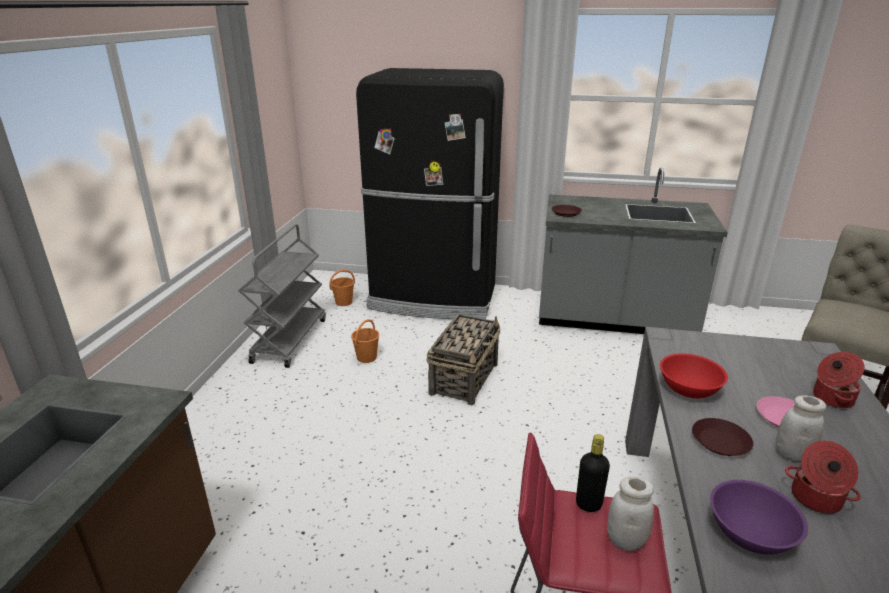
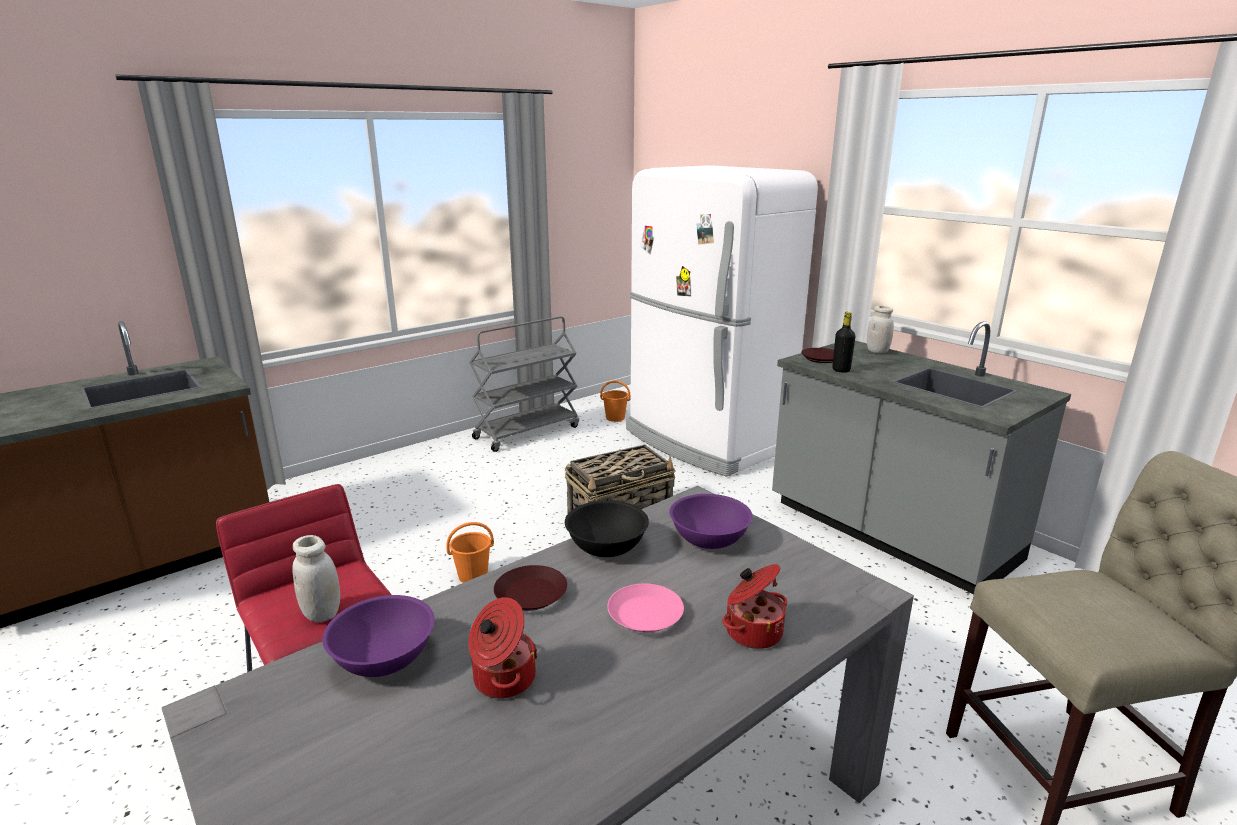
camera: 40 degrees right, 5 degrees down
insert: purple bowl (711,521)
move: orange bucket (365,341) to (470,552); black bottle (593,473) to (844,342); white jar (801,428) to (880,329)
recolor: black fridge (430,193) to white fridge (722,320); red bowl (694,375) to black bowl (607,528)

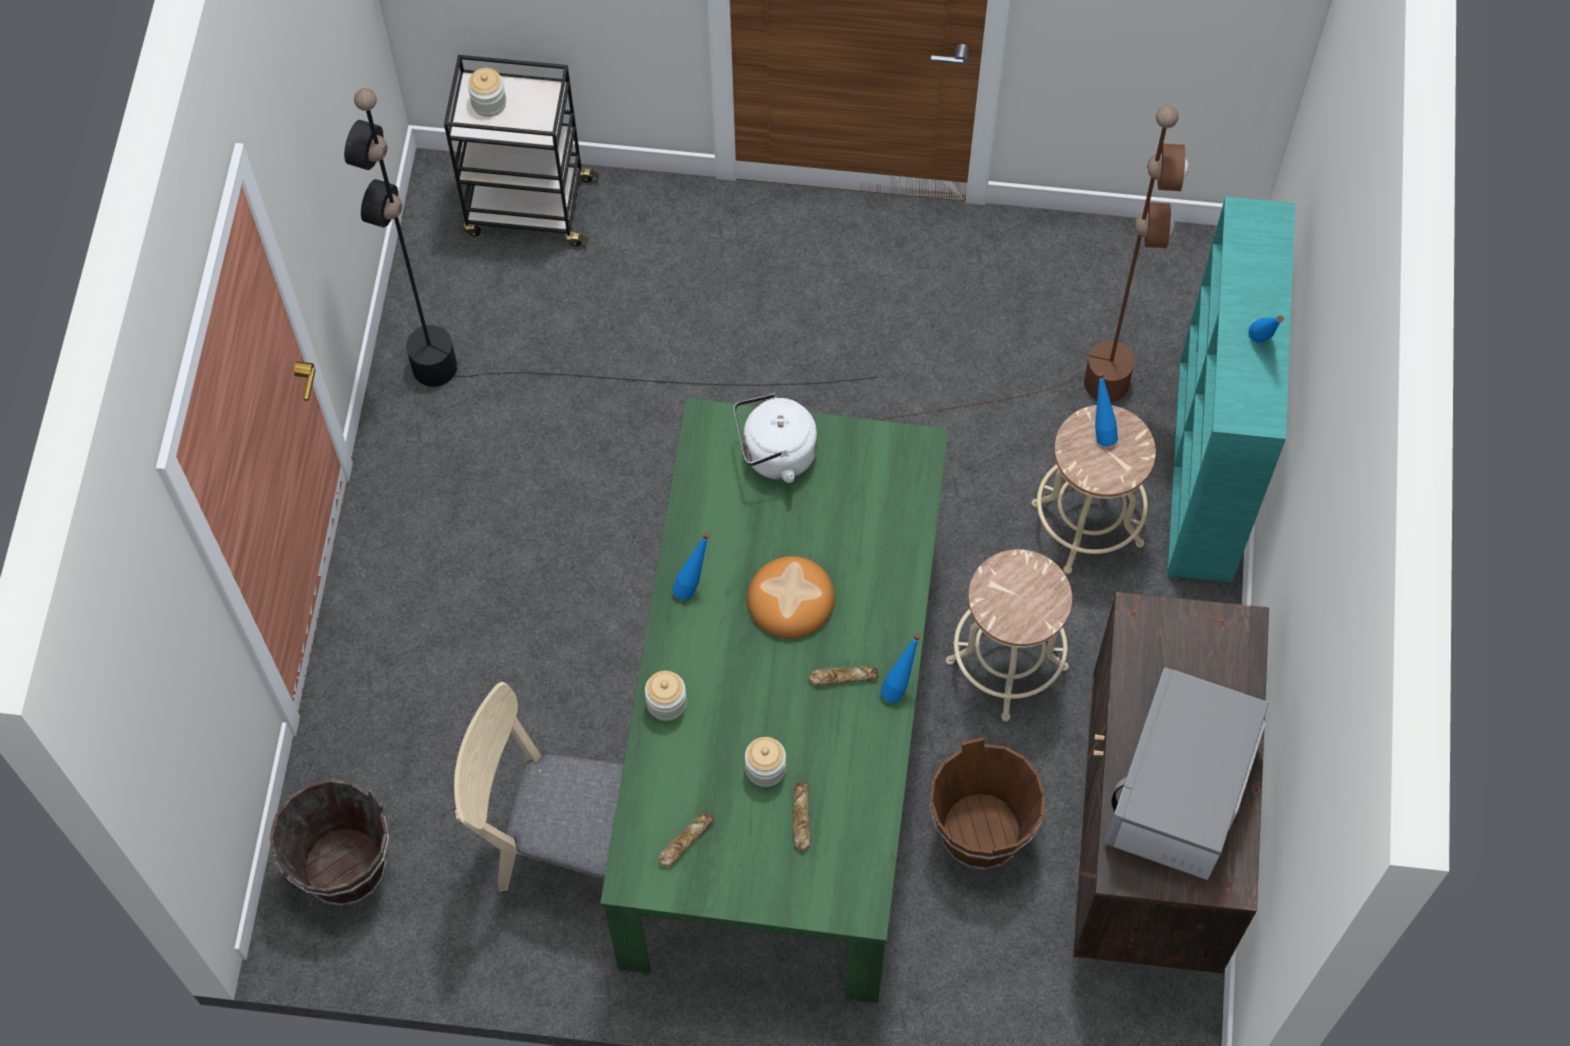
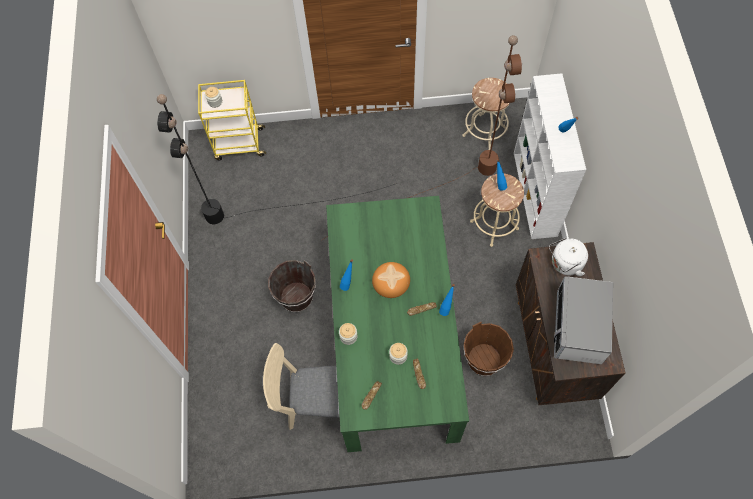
camera: 10 degrees left, 0 degrees up
move: brown bucket (329,842) to (292,286); white kettle (775,438) to (568,257); beige stool (1009,635) to (486,114)
recolor: black cart (521,150) to yellow cart (232,120); turquoise bookcase (1231,389) to white bookcase (550,156)

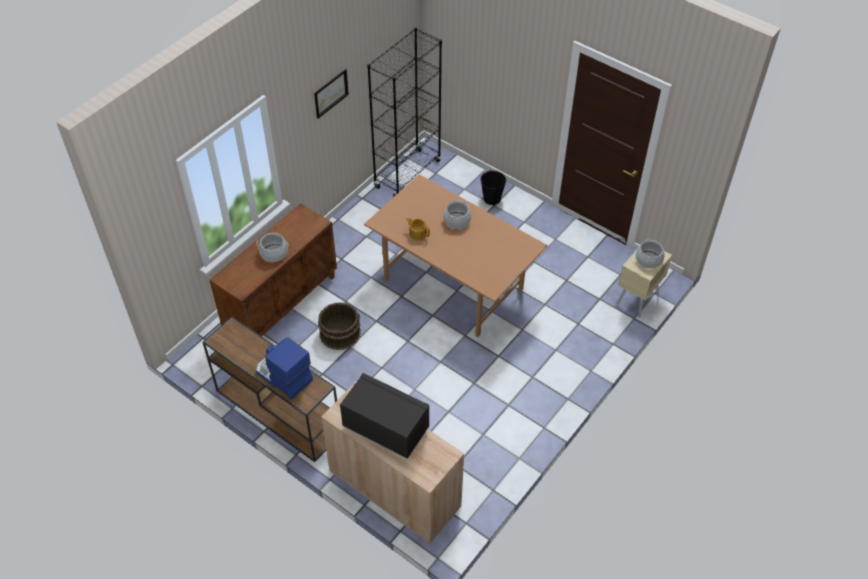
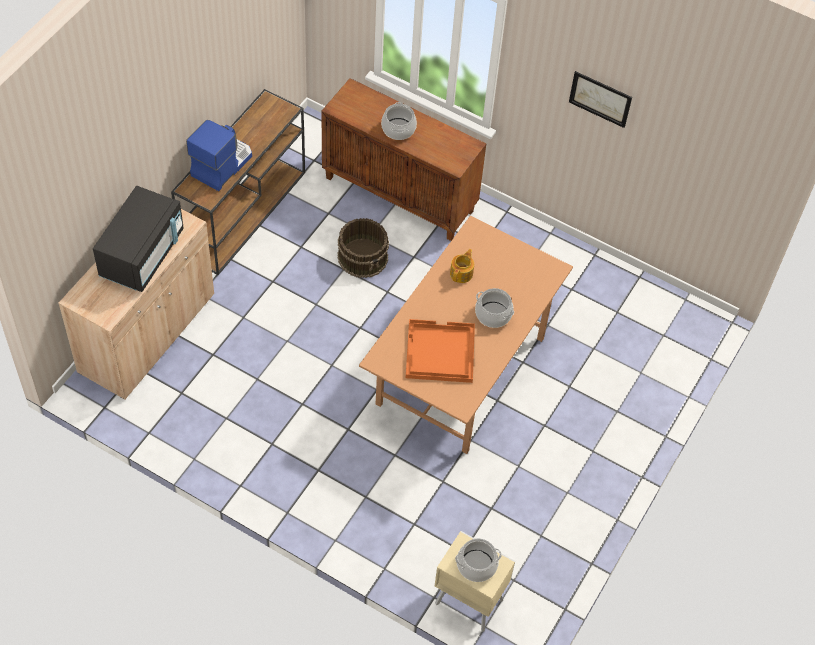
camera: 80 degrees right, 5 degrees up
delete: black bookcase (404,112); black bucket (493,187)
insert: orange tray (440,351)

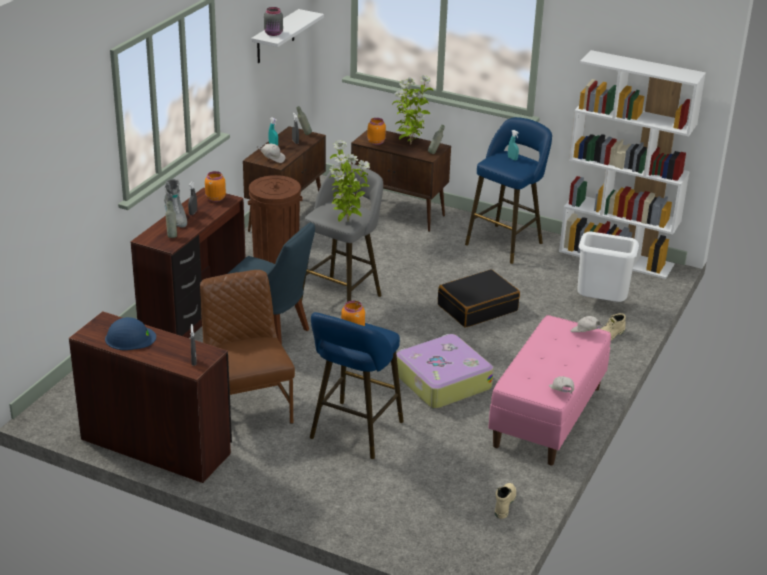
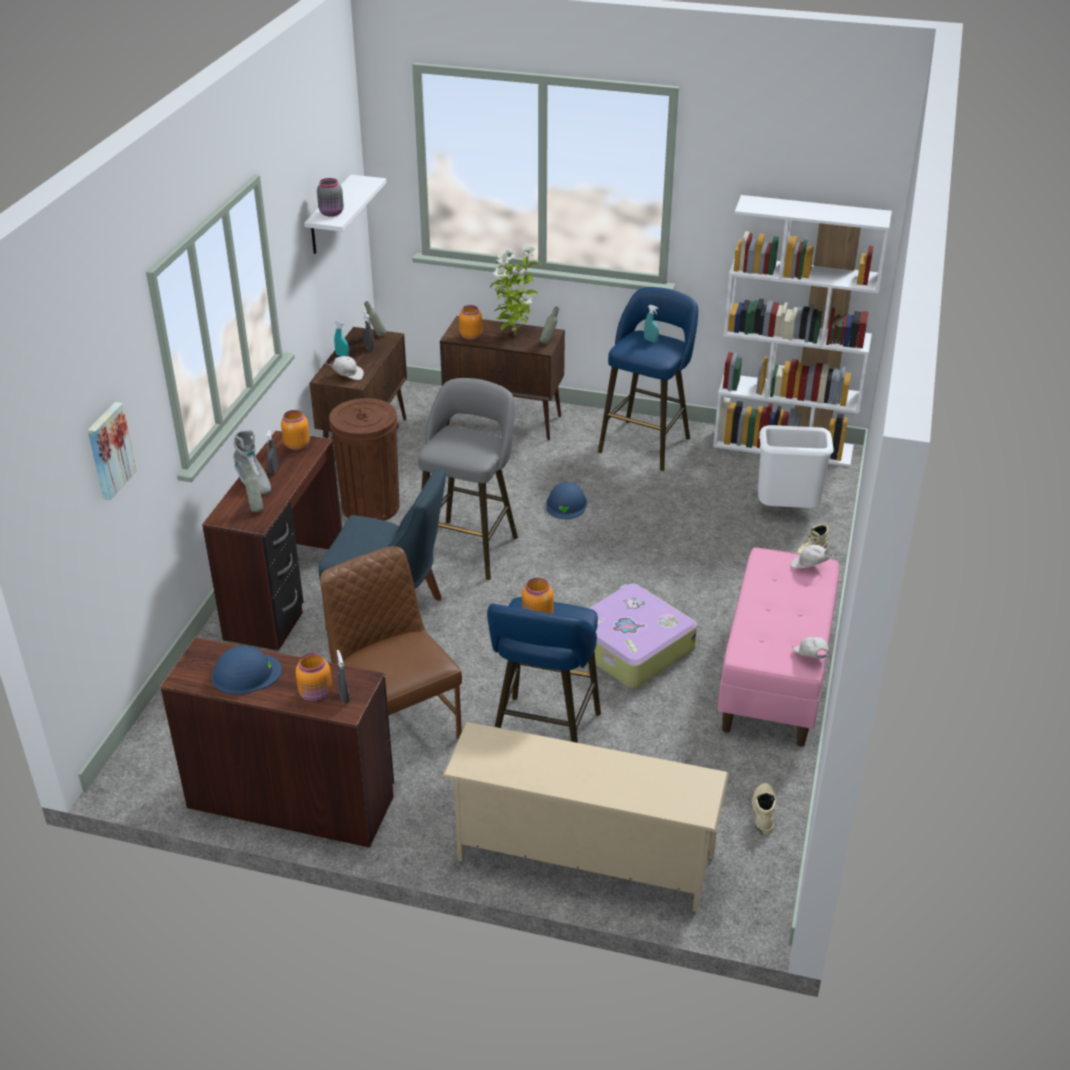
camera: 10 degrees left, 5 degrees up
delete: potted plant (349,181); black suitcase (479,298)
insert: picture (112,451); orange jar (314,677); beige shoe rack (585,817); blue hard hat (566,500)

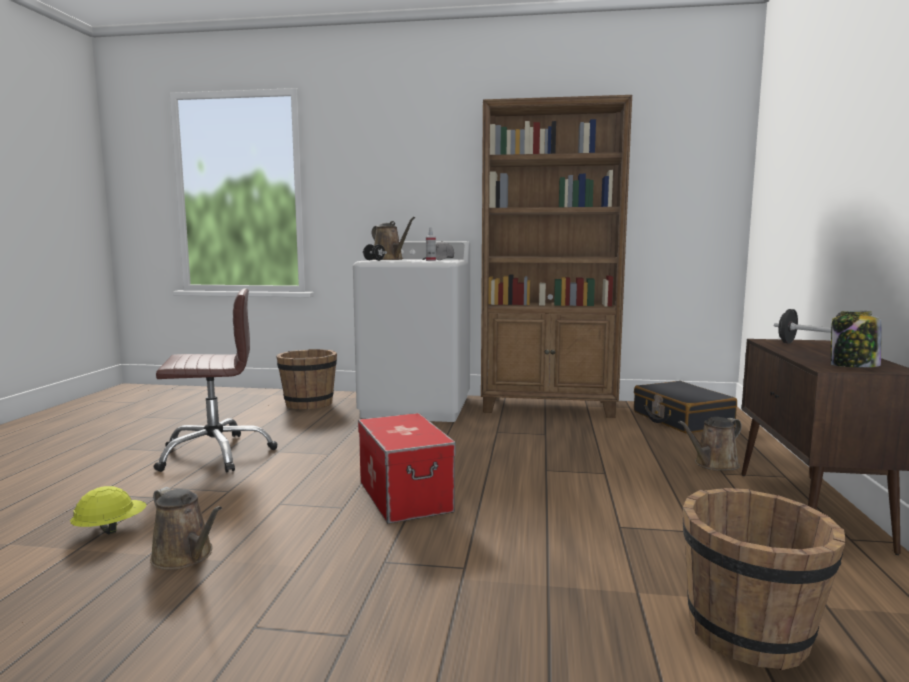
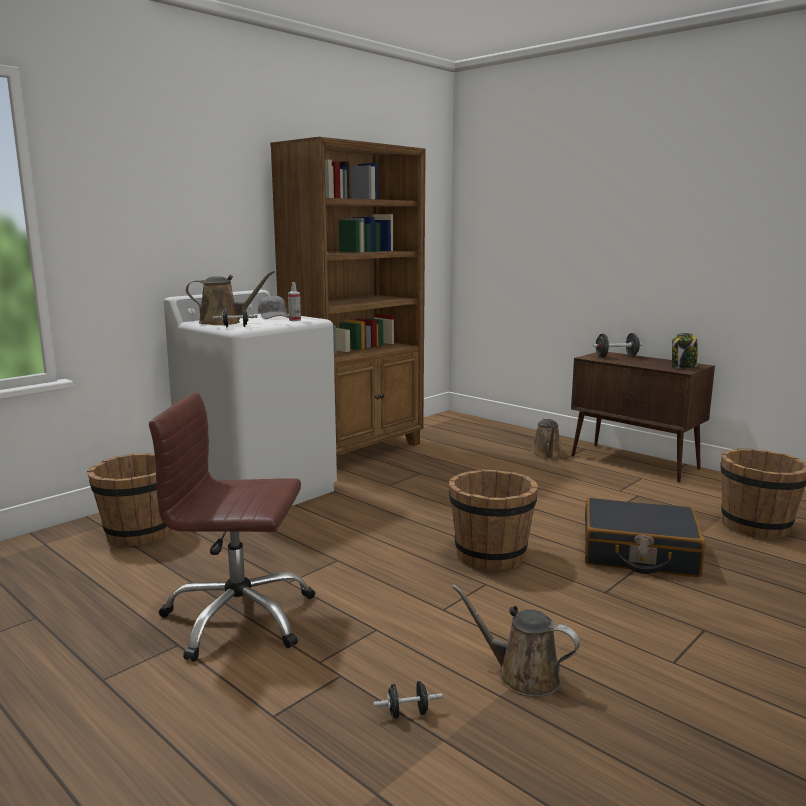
camera: 55 degrees left, 5 degrees up
move: black suitcase (685,407) to (645,537)
replace: yellow hard hat (108,510) to black dumbbell (408,700); storage box (407,468) to brown bucket (493,520)
rotate: brown watering can (186,528) = (516,640) 135 degrees counterclockwise; brown office chair (216,380) = (232,527) 105 degrees counterclockwise

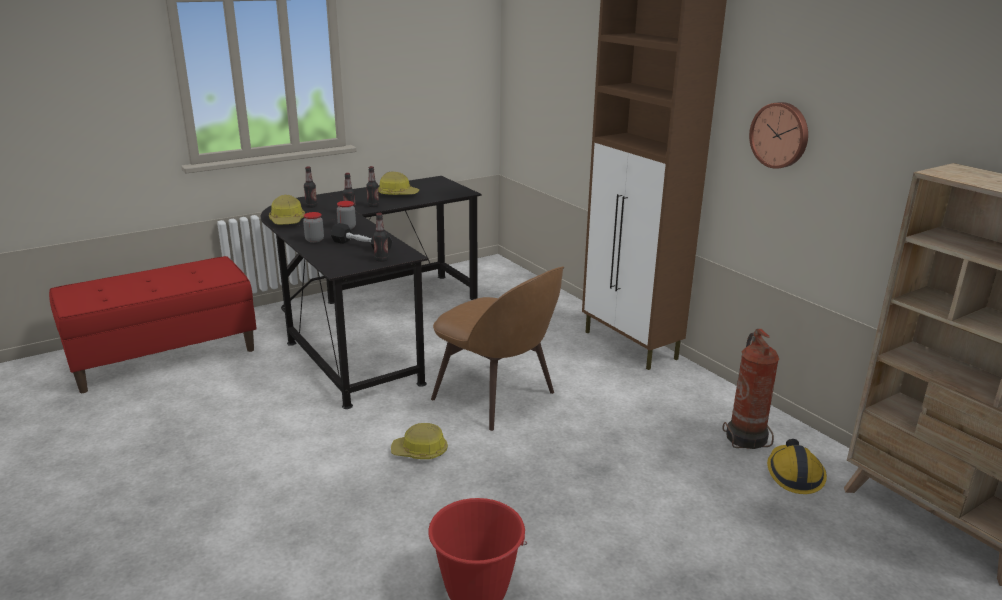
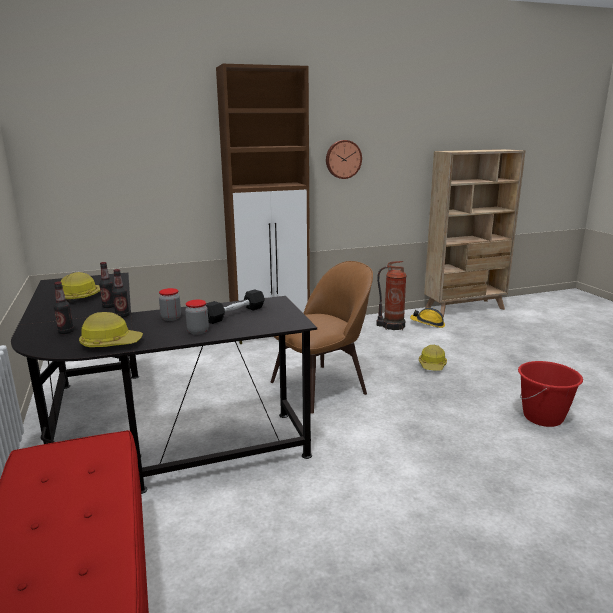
camera: 75 degrees left, 5 degrees down
delete: bottle (381,237)
move: hard hat (419,441) to (433,358)

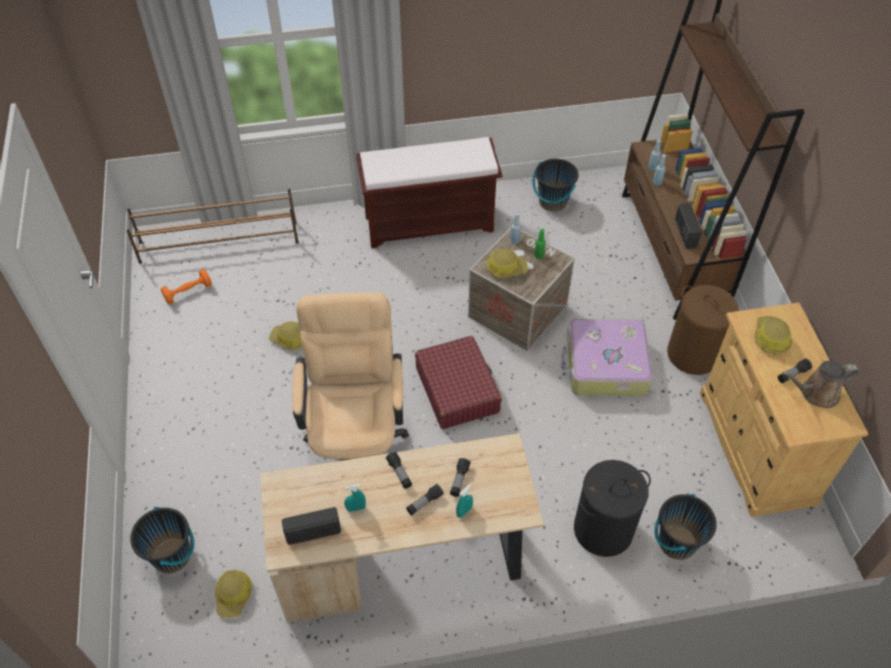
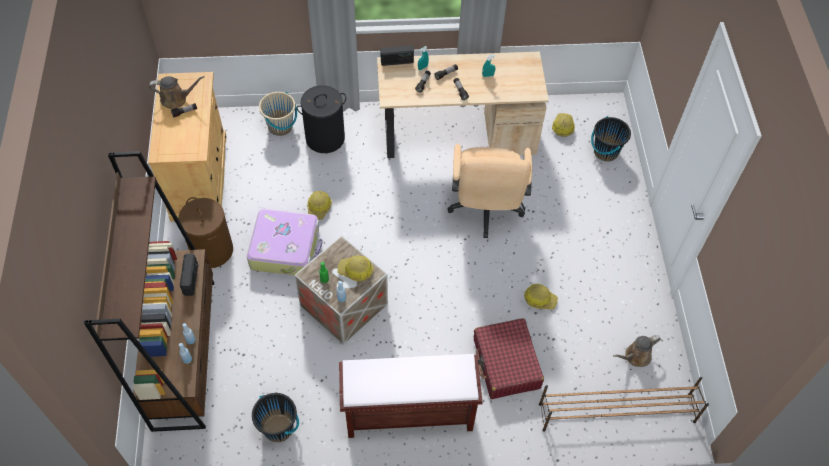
camera: 175 degrees left, 5 degrees up
move: radio (311,526) to (397,55); red suitcase (458,382) to (509,358); hard hat (773,335) to (319,205)
replace: orange dumbbell (186,287) to brown watering can (637,351)
recolor: black bucket (685,527) to beige bucket (278,114)

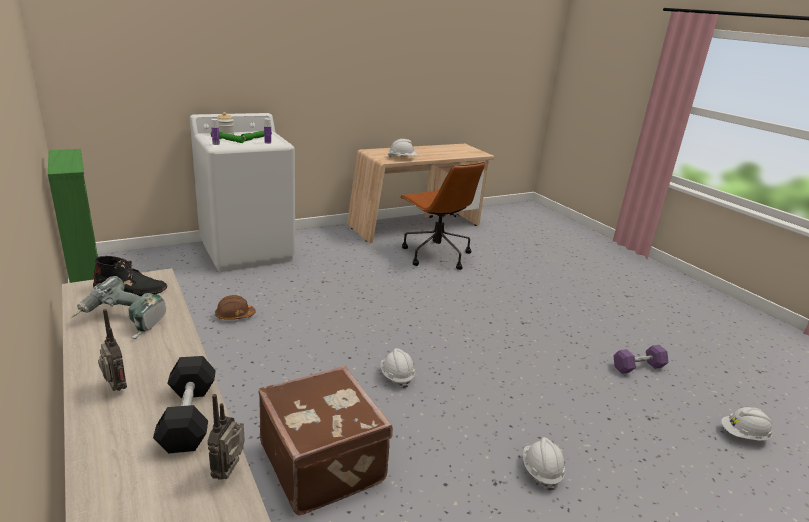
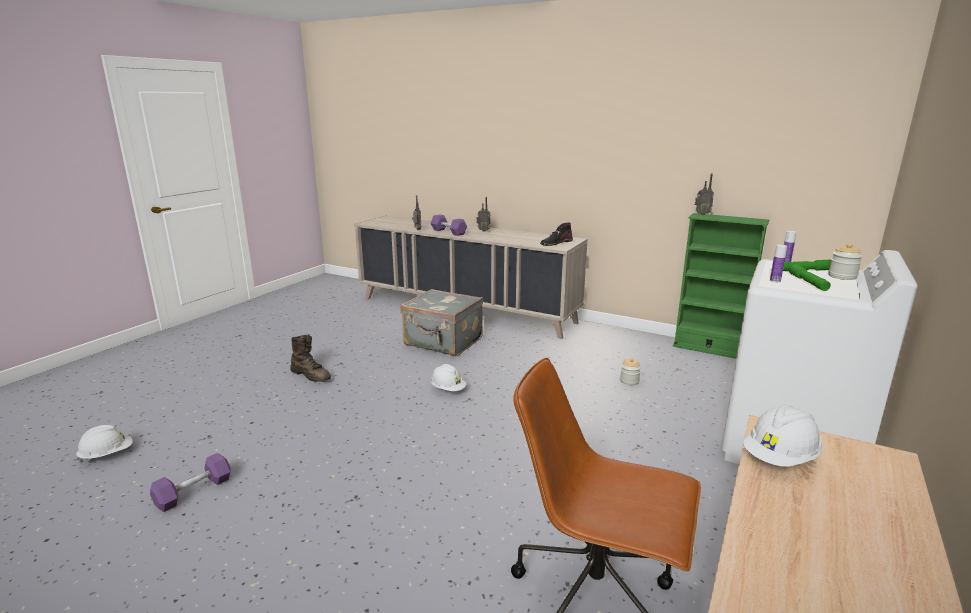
camera: 150 degrees right, 5 degrees down
delete: power drill (118,307)
insert: radio (704,194)
replace: brown hard hat (235,307) to jar (630,371); white hard hat (544,464) to brown boot (310,358)
recolor: black dumbbell (184,404) to purple dumbbell (448,225); brown suitcase (325,441) to grey suitcase (441,322)

